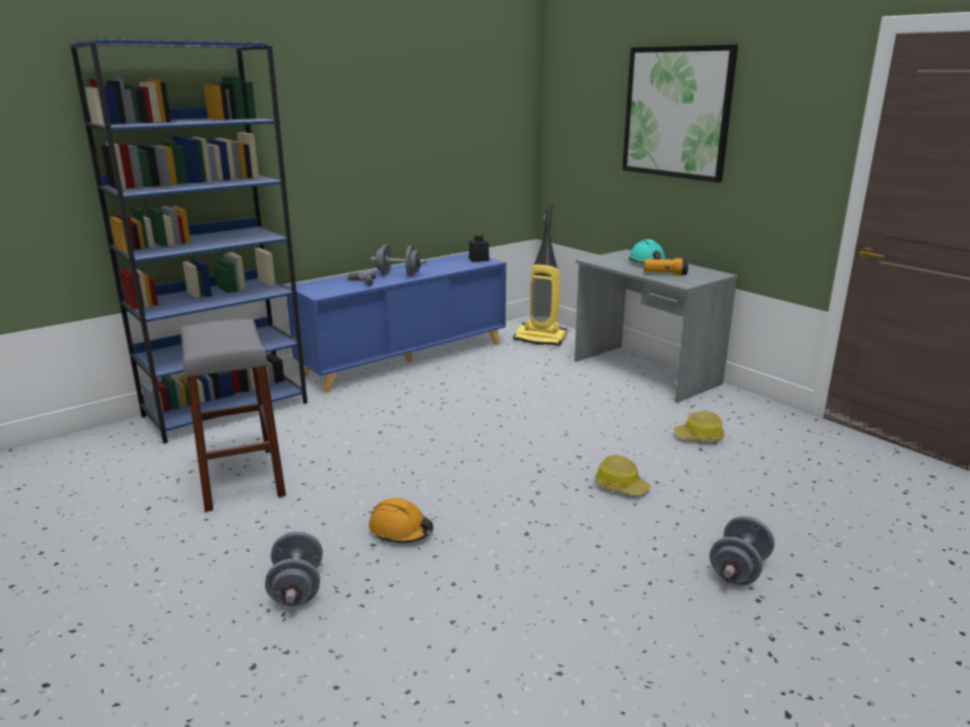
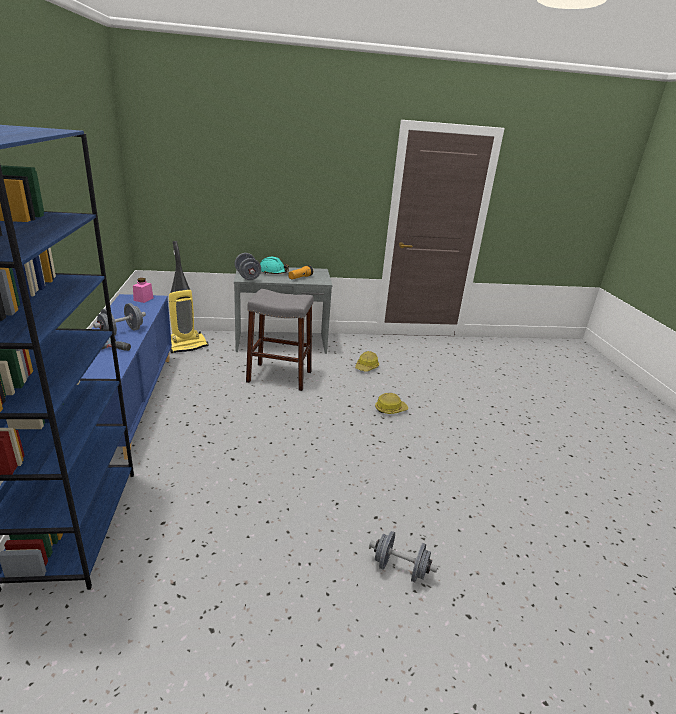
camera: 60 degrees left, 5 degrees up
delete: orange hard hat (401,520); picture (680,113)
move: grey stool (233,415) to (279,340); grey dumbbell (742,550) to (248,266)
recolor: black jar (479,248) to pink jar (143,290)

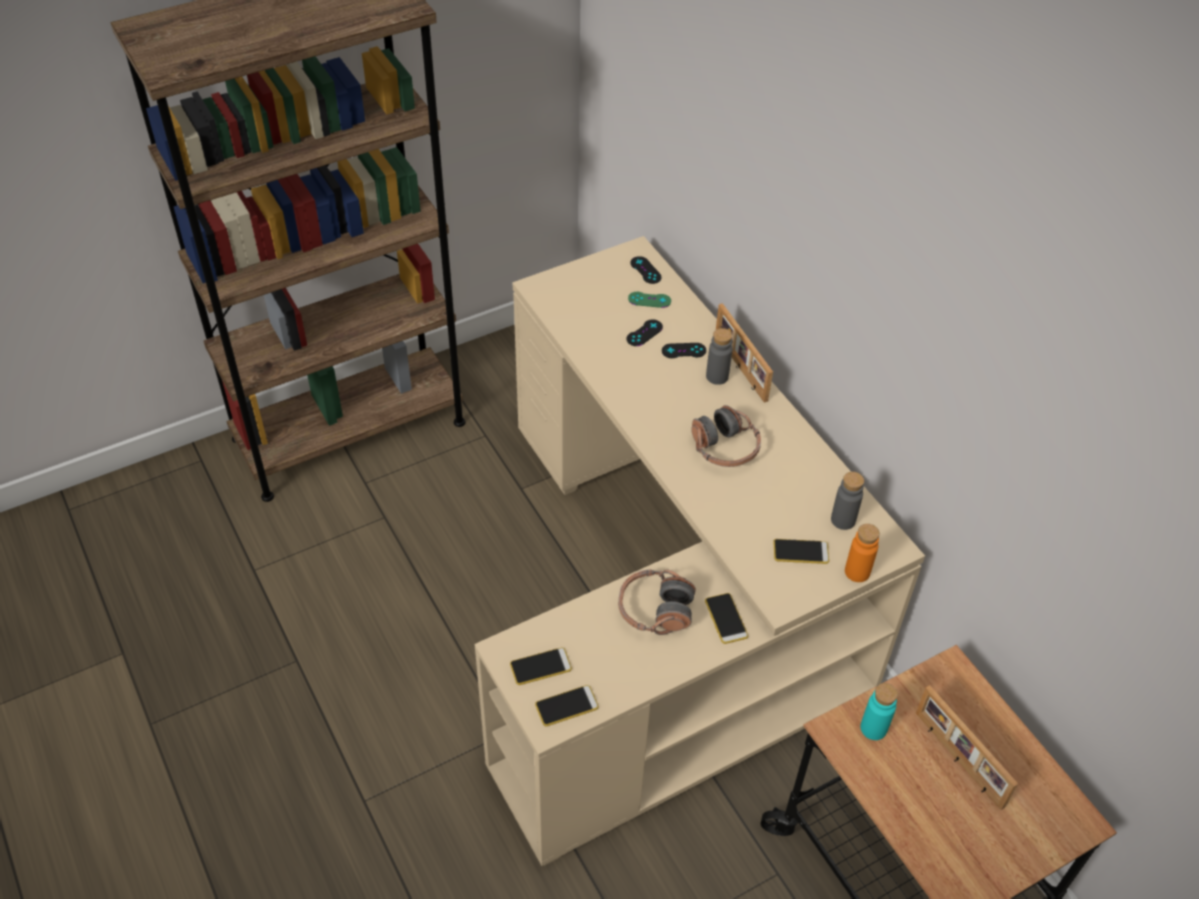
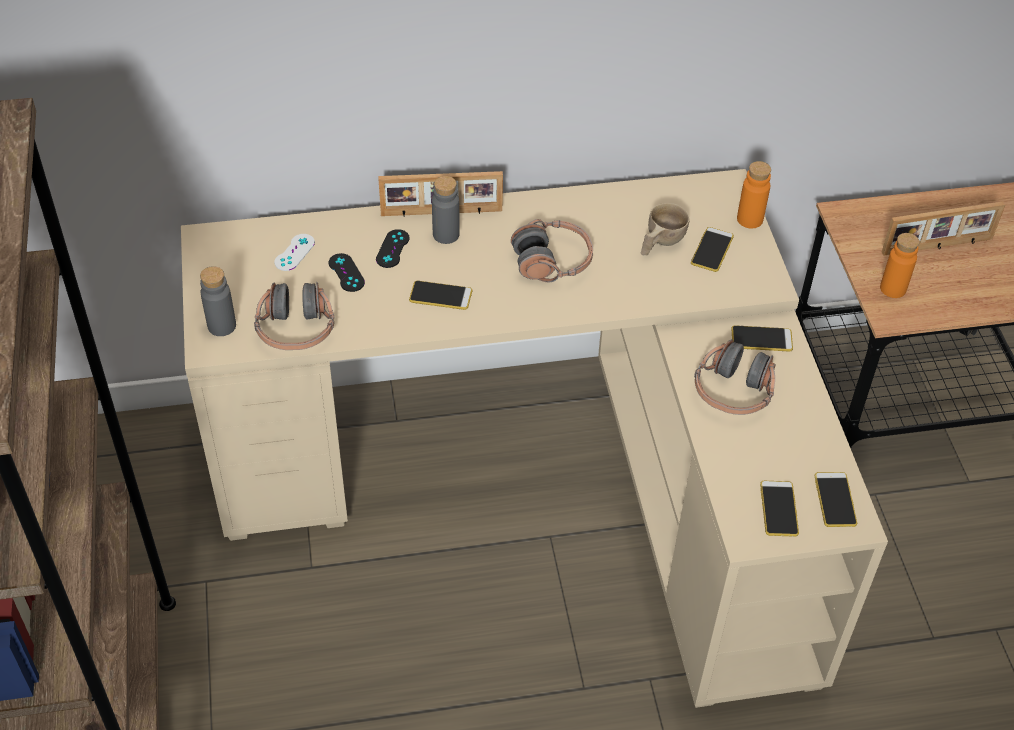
camera: 70 degrees left, 0 degrees up
delete: black game controller (646,270)
insert: headphones (294,316); phone (440,295); beige cup (665,229)
move: grey bottle (847,501) to (218,301)
recolor: green game controller (649,300) to white game controller (294,252); turquoise bottle (879,711) to orange bottle (900,265)

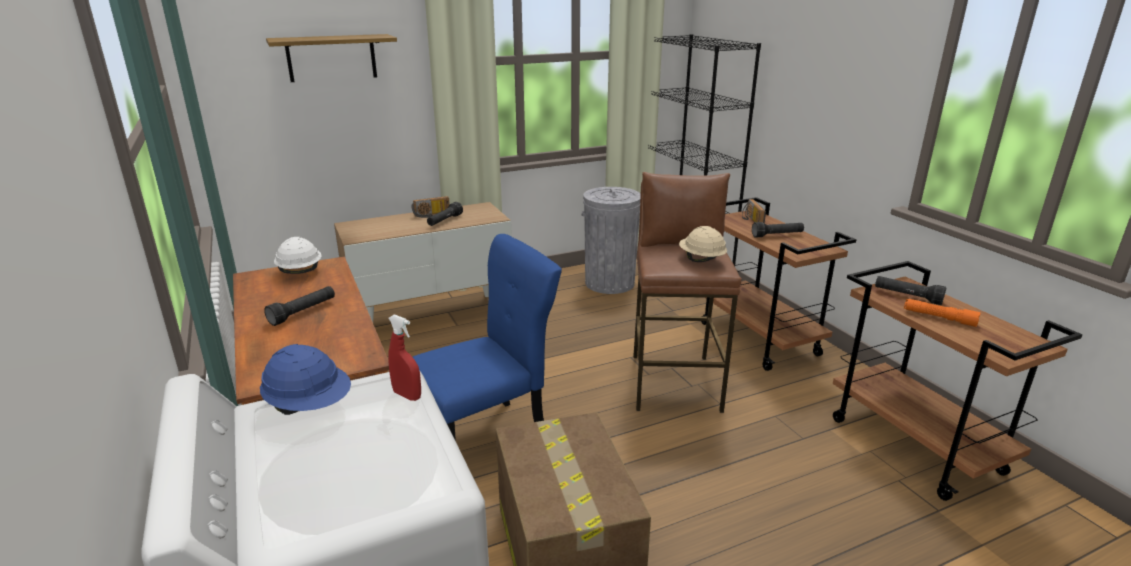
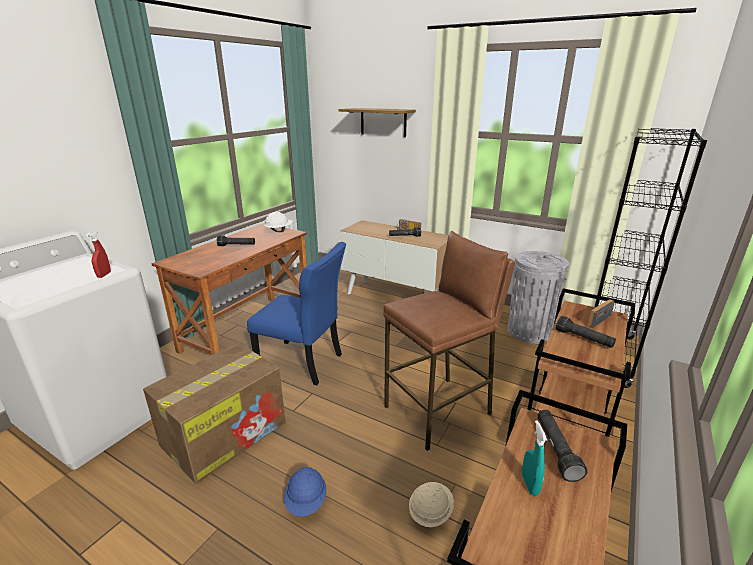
camera: 55 degrees right, 0 degrees up
move: blue hard hat (305,379) to (305,492); beige hard hat (703,244) to (431,504)
replace: orange flashlight (942,313) to turquoise spray bottle (534,458)

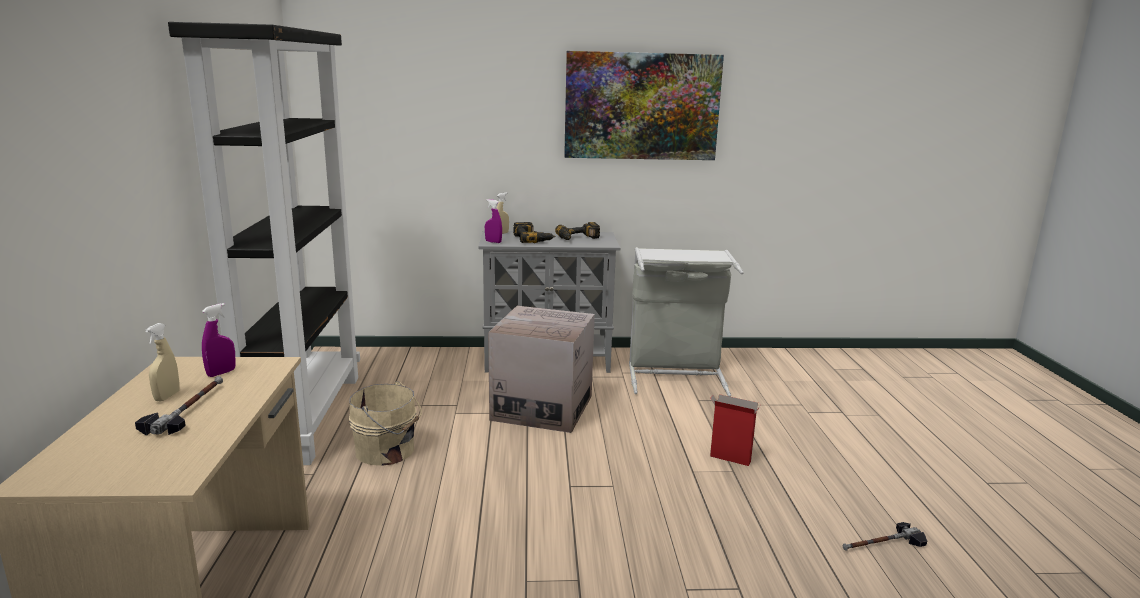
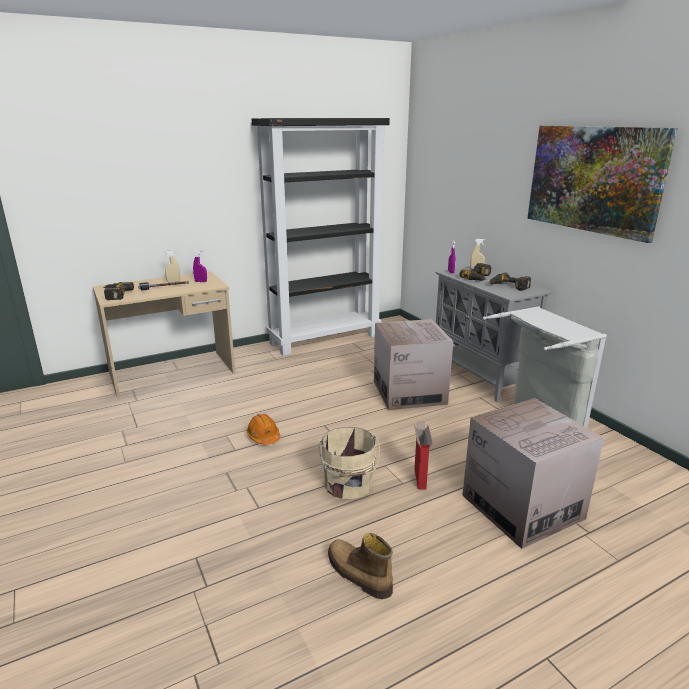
camera: 65 degrees right, 5 degrees up
insert: power drill (118,291); orange hard hat (263,429); cardboard box (533,473)
move: beige bucket (385,423) to (349,463)
replace: hammer (885,536) to boot (360,566)

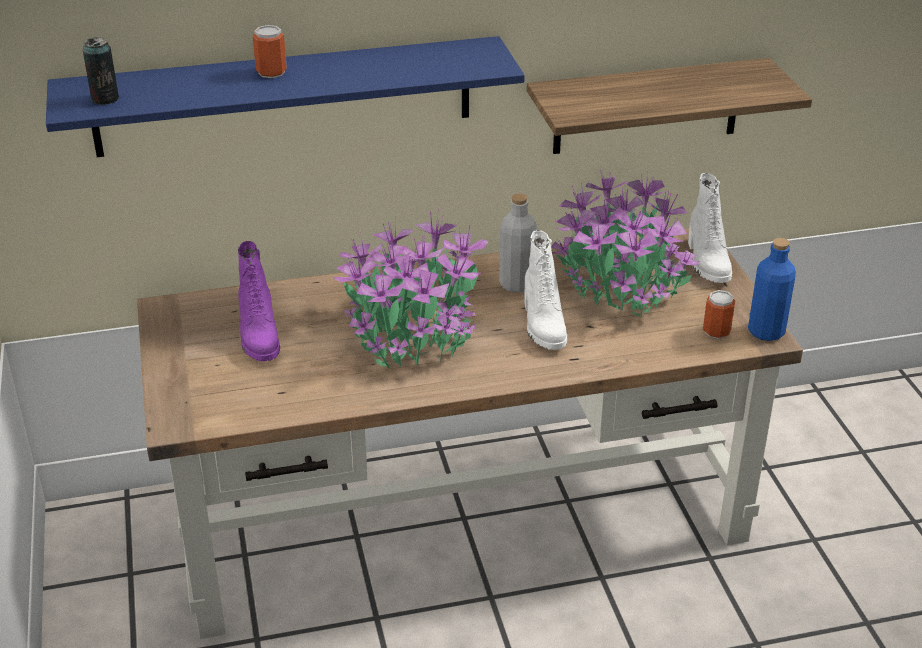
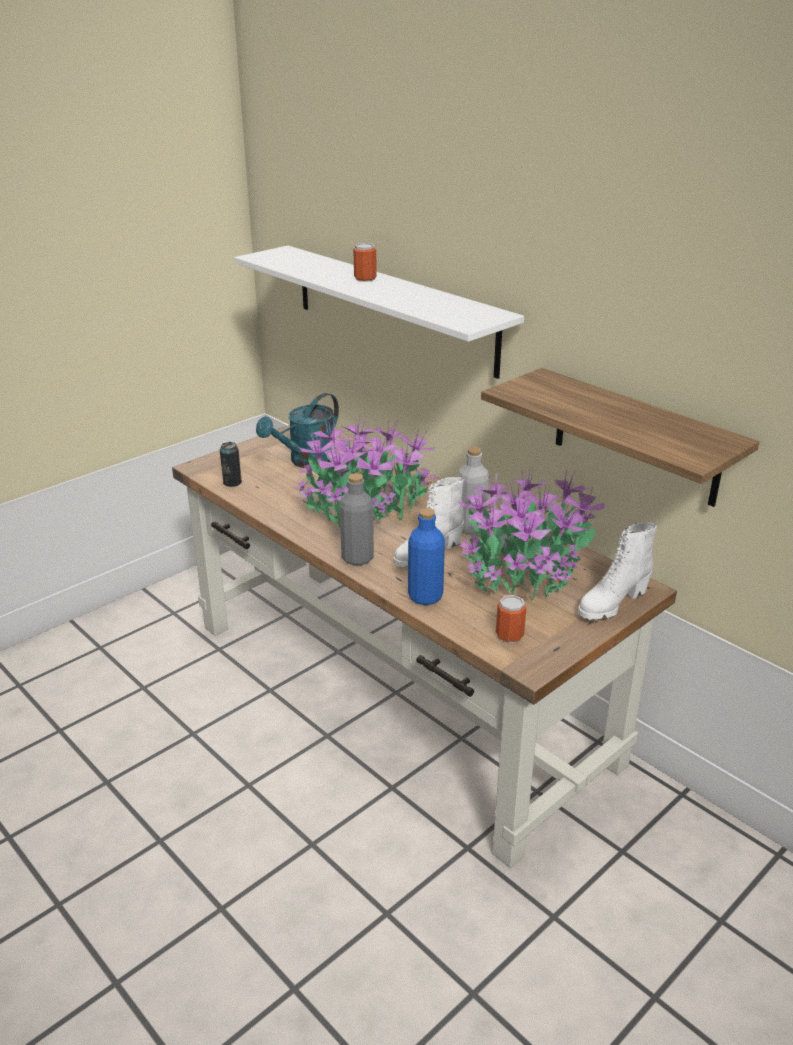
camera: 60 degrees right, 5 degrees down
insert: grey bottle (357,519)
move: can (101,71) to (231,464); blue bottle (772,289) to (426,556)
replace: purple boot (259,301) to turquoise watering can (297,431)
recolor: blue shelf (285,96) to white shelf (379,312)

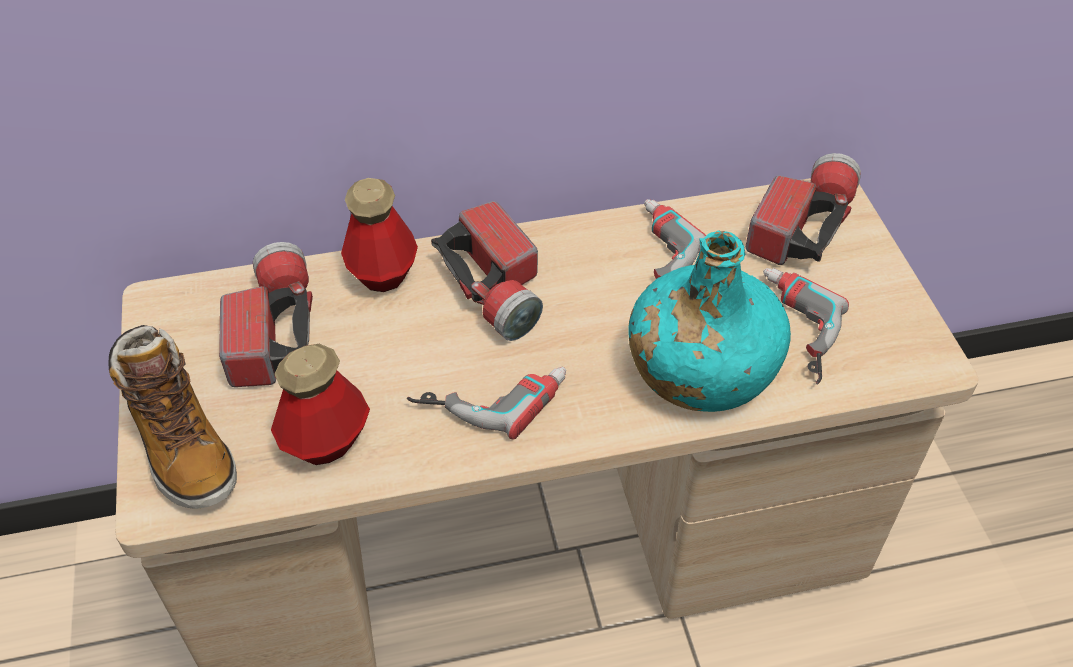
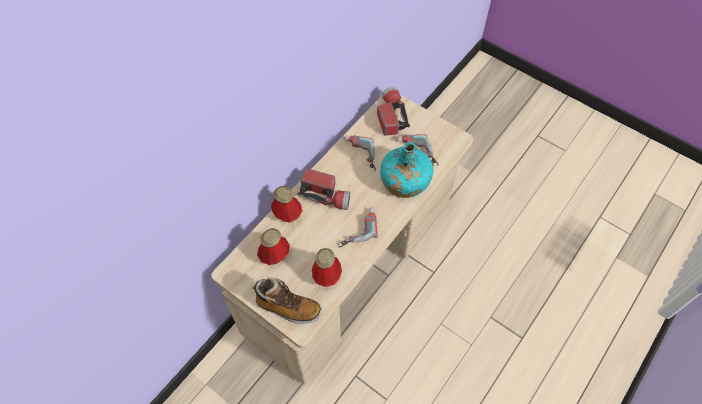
camera: 40 degrees left, 10 degrees up
replace: flashlight (266,314) to bottle (273,246)

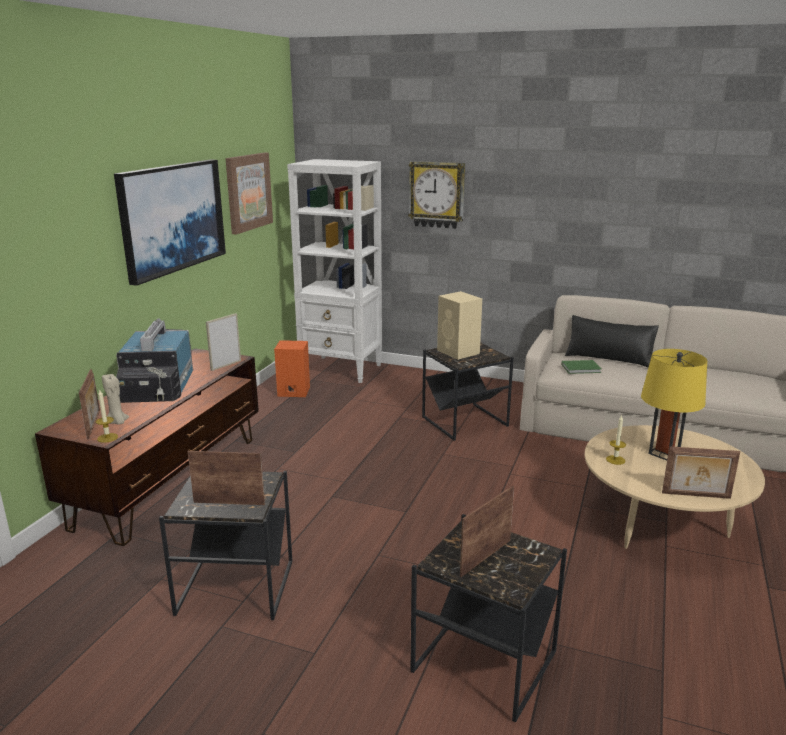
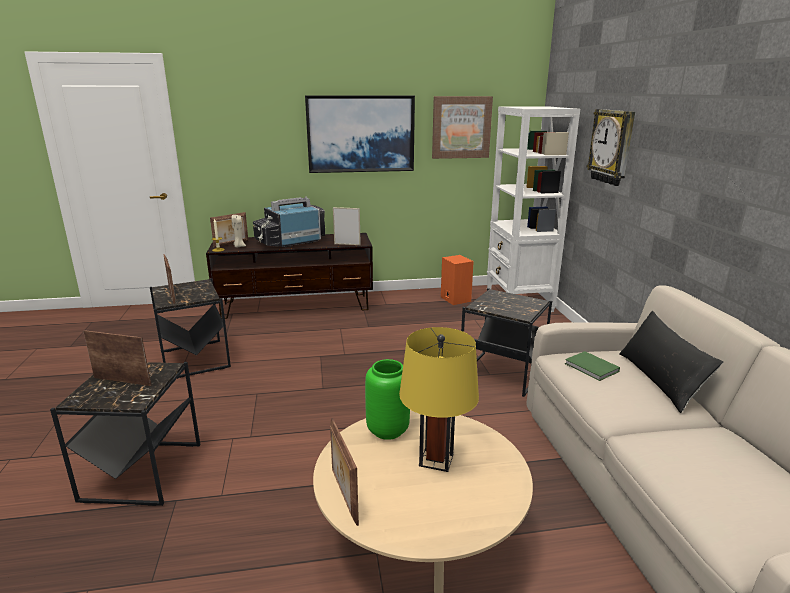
camera: 60 degrees right, 0 degrees up
delete: beige speaker (459,325)
replace: candle (616,440) to green vase (387,399)

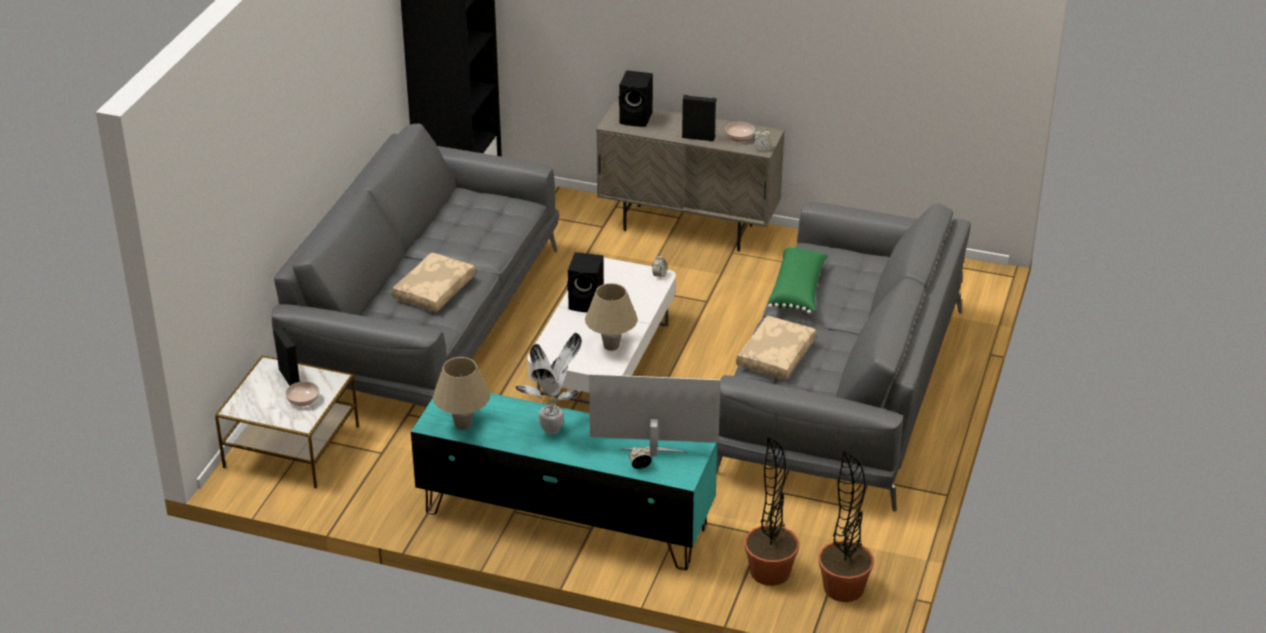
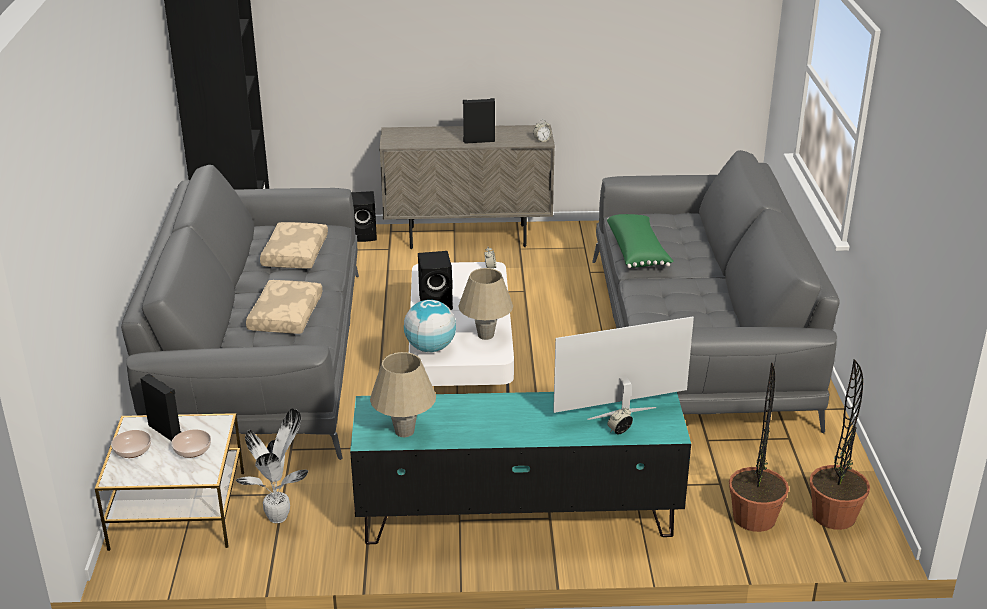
camera: 20 degrees left, 5 degrees down
insert: globe (430,326)
move: potted plant (548,383) to (272,466); black speaker (636,98) to (364,216); bowl (740,132) to (131,444); beige pillow (776,348) to (294,245)

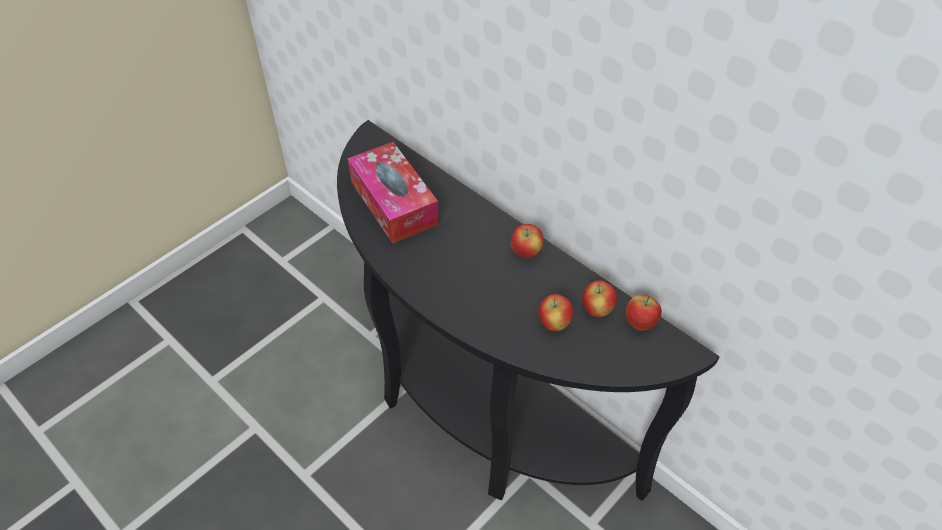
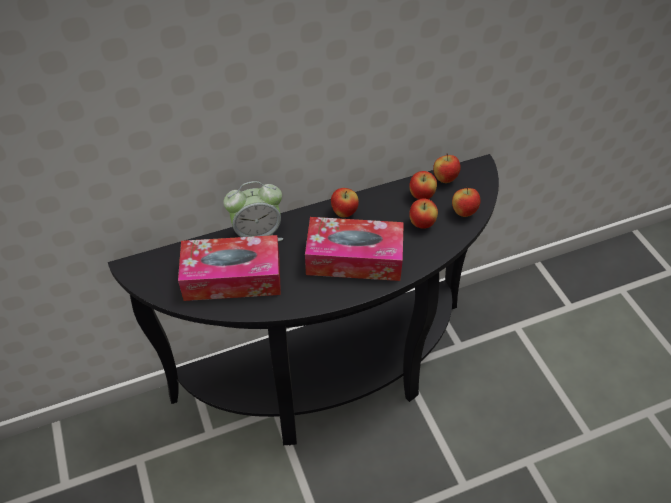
camera: 65 degrees left, 0 degrees up
insert: alarm clock (253,211); tissue box (354,249); apple (466,202)

